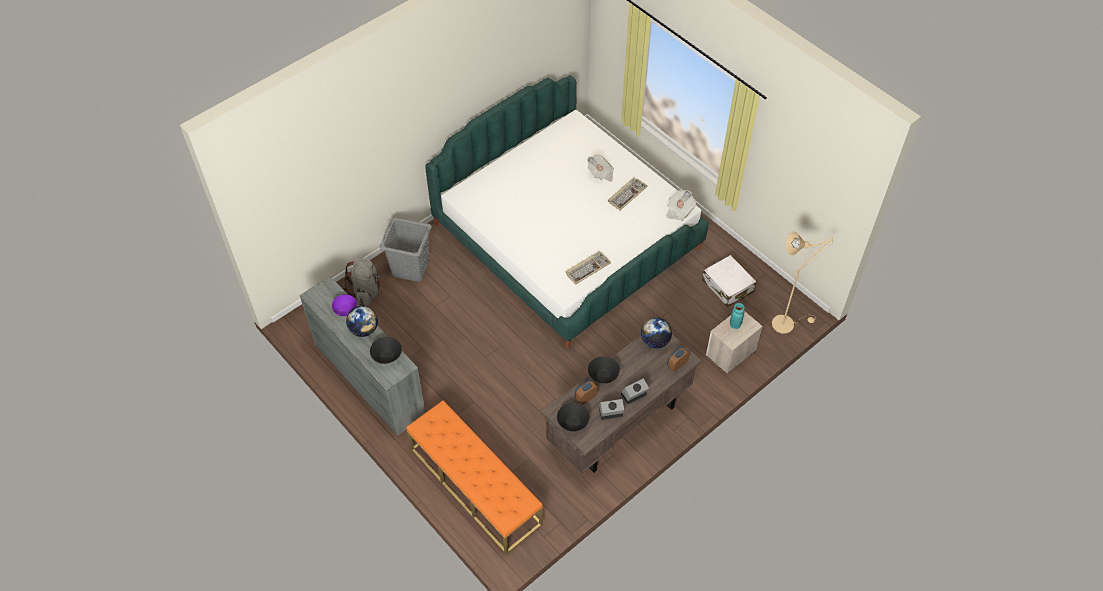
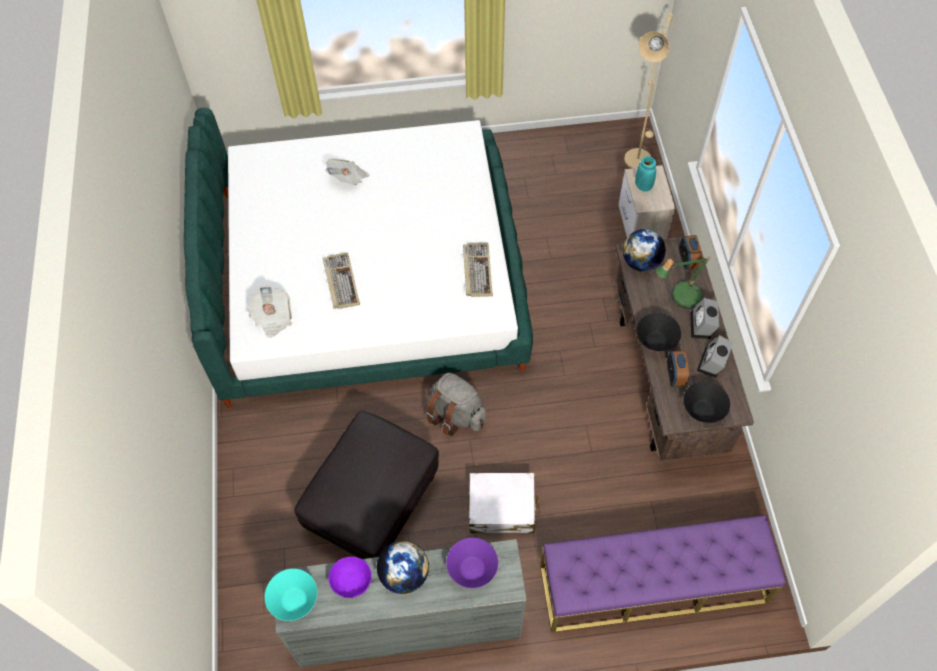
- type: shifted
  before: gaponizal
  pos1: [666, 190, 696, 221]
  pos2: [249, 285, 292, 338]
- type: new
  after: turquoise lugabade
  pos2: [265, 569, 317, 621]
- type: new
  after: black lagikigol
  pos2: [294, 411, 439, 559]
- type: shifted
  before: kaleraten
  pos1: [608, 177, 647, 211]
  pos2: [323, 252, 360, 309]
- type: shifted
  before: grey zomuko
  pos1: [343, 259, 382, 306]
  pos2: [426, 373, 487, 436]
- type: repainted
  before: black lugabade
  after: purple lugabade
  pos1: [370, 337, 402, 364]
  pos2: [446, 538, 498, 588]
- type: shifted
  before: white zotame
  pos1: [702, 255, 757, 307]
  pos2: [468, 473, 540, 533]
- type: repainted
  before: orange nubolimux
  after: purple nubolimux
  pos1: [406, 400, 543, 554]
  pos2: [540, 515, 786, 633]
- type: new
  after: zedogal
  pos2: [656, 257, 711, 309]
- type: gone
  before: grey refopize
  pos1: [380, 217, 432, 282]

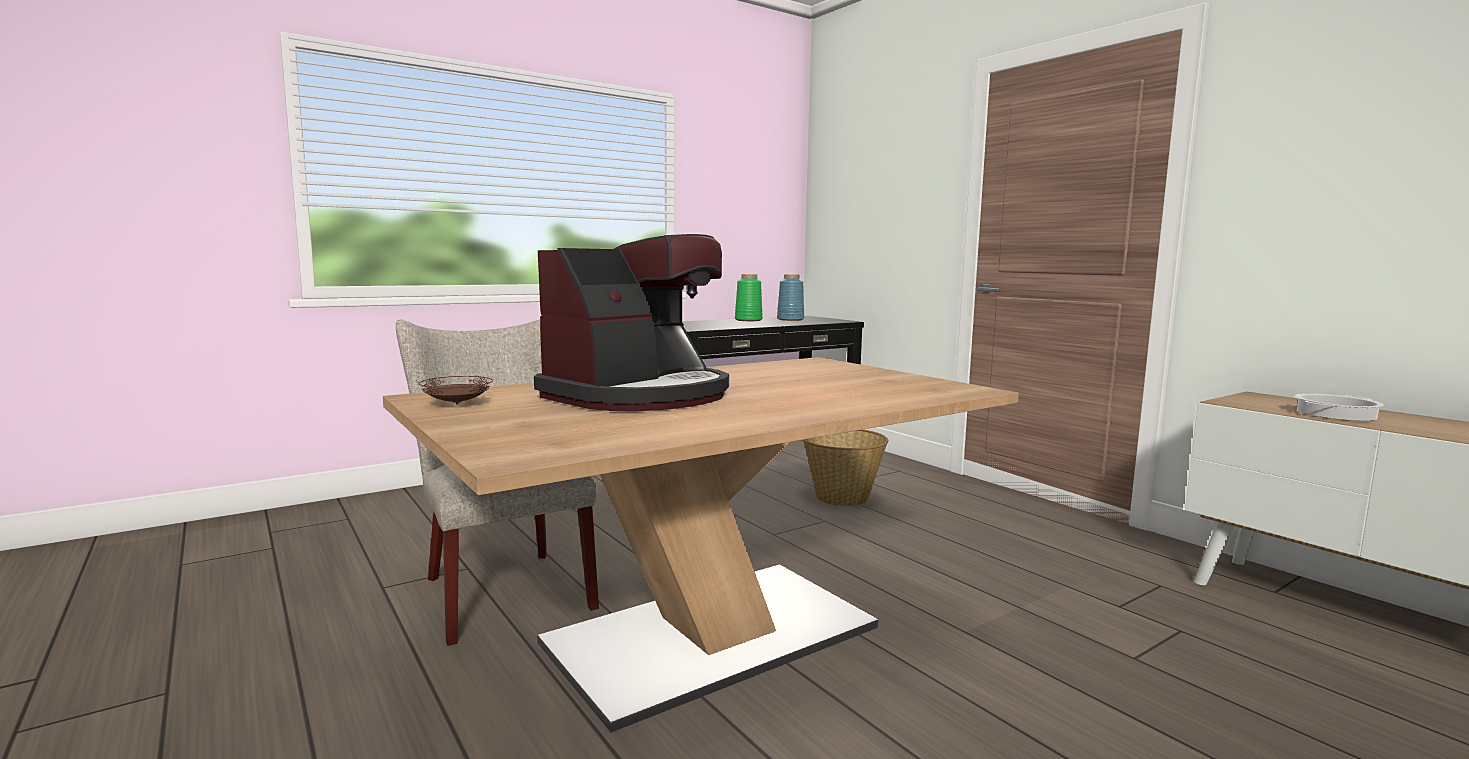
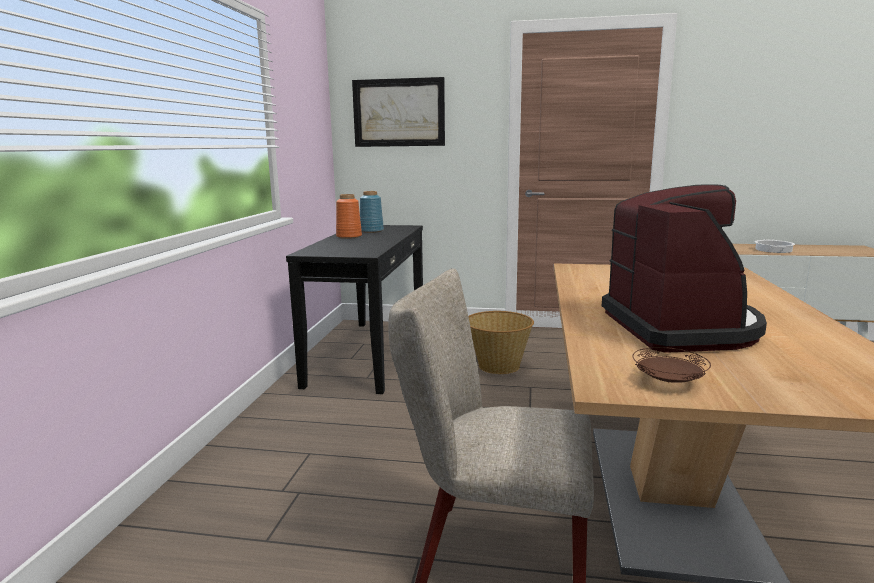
- type: repainted
  before: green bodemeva
  after: orange bodemeva
  pos1: [735, 274, 763, 321]
  pos2: [336, 194, 362, 239]
- type: new
  after: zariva
  pos2: [352, 77, 445, 147]

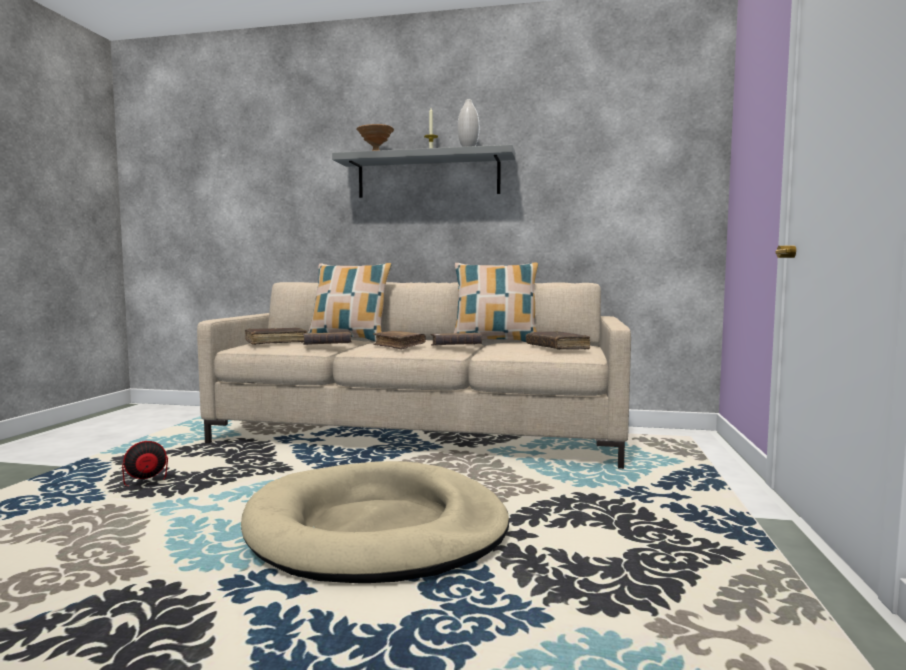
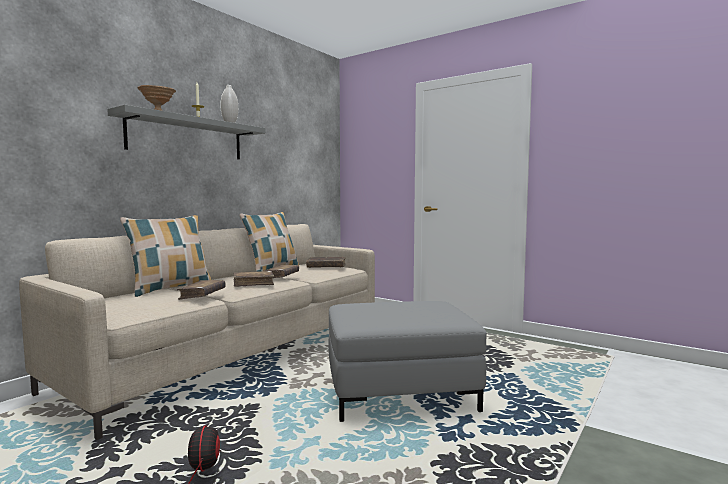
- type: swapped
  before: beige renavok
  after: grey lagikigol
  pos1: [241, 461, 509, 583]
  pos2: [329, 301, 487, 422]
- type: gone
  before: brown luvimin
  pos1: [245, 328, 307, 345]

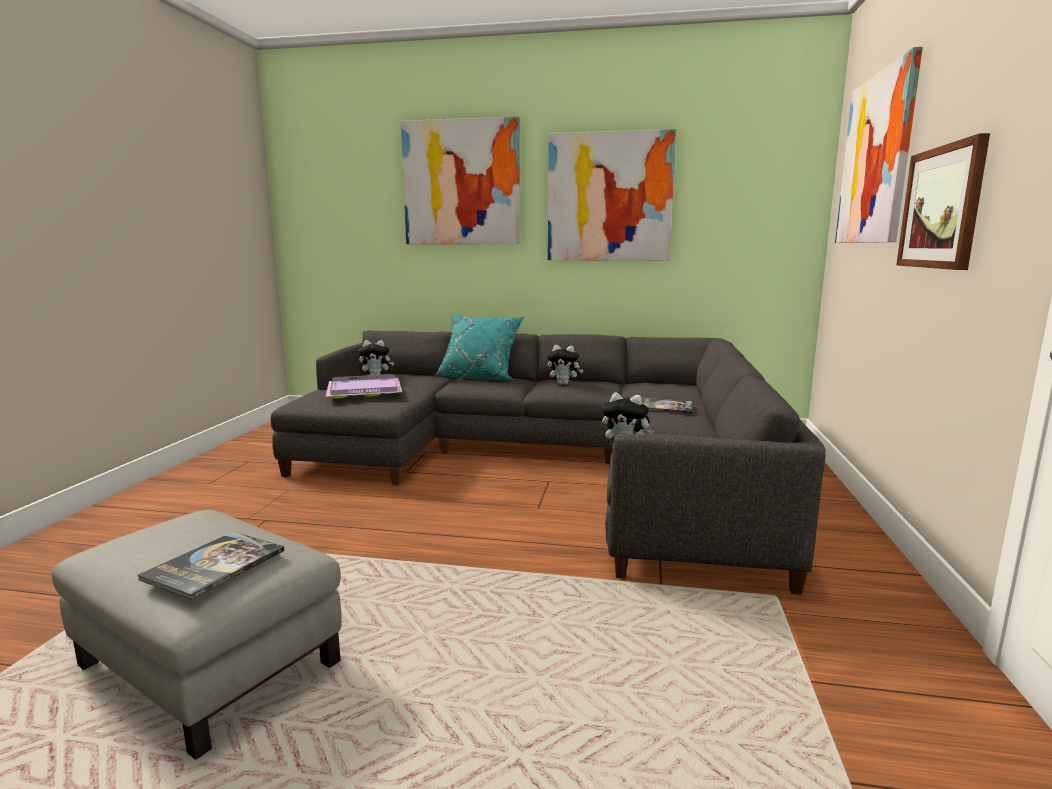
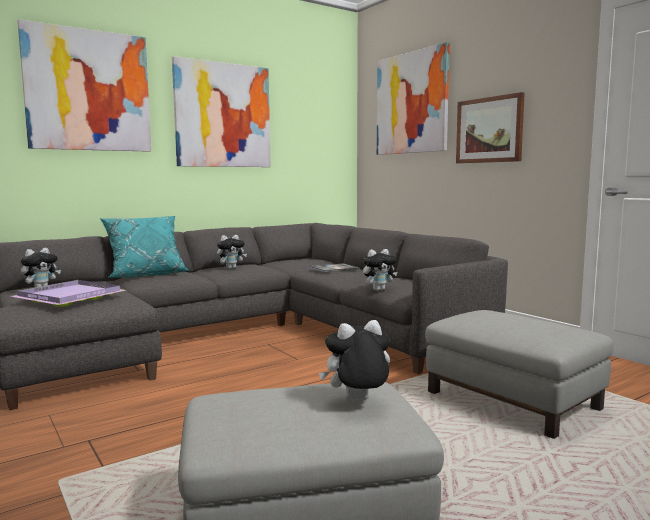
- type: swapped
  before: luvimin
  after: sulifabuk
  pos1: [137, 532, 284, 600]
  pos2: [319, 320, 390, 401]
- type: new
  after: grey lagikigol
  pos2: [425, 310, 614, 439]

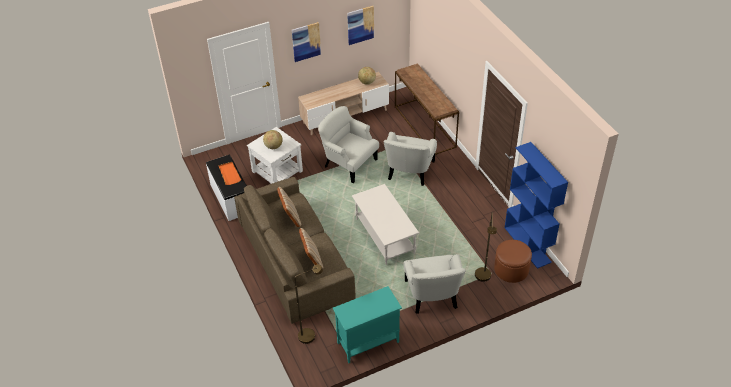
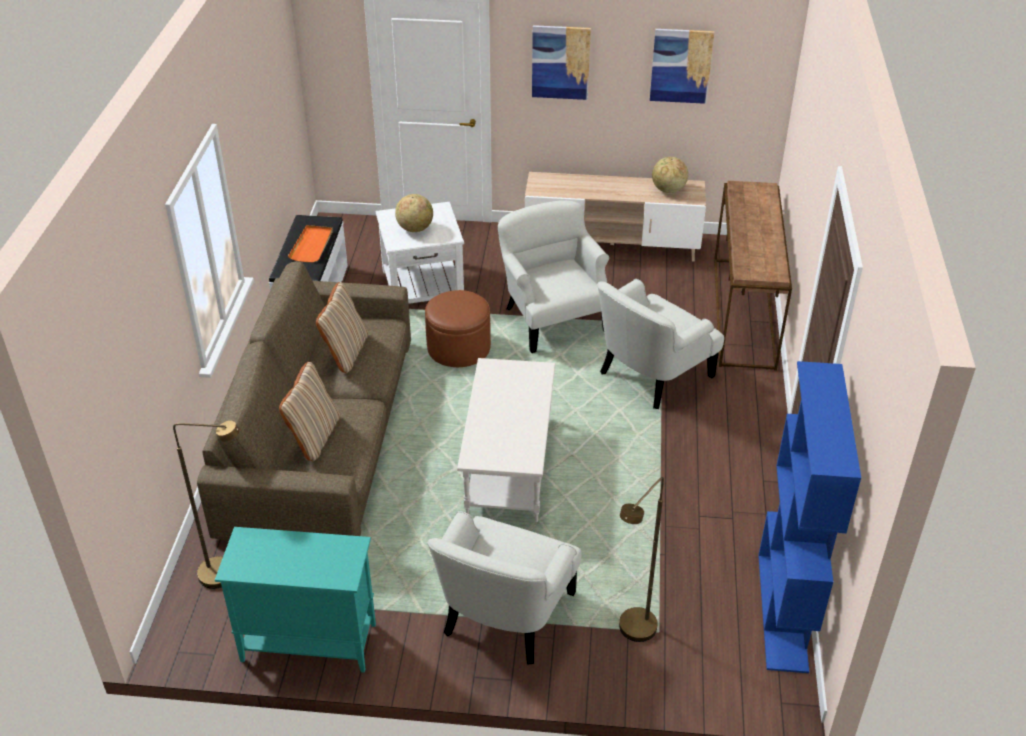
- type: shifted
  before: brown lagikigol
  pos1: [494, 240, 532, 283]
  pos2: [425, 290, 491, 367]

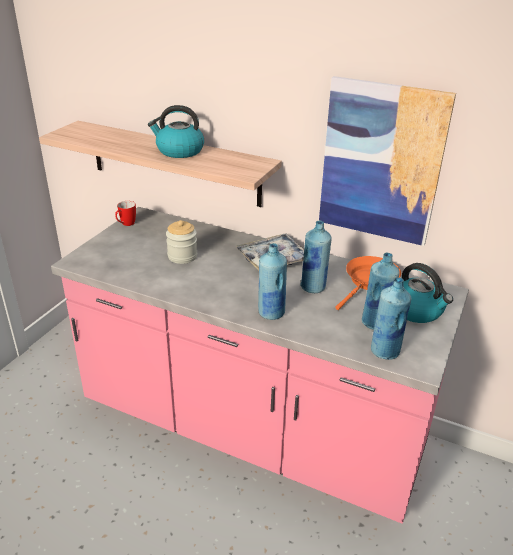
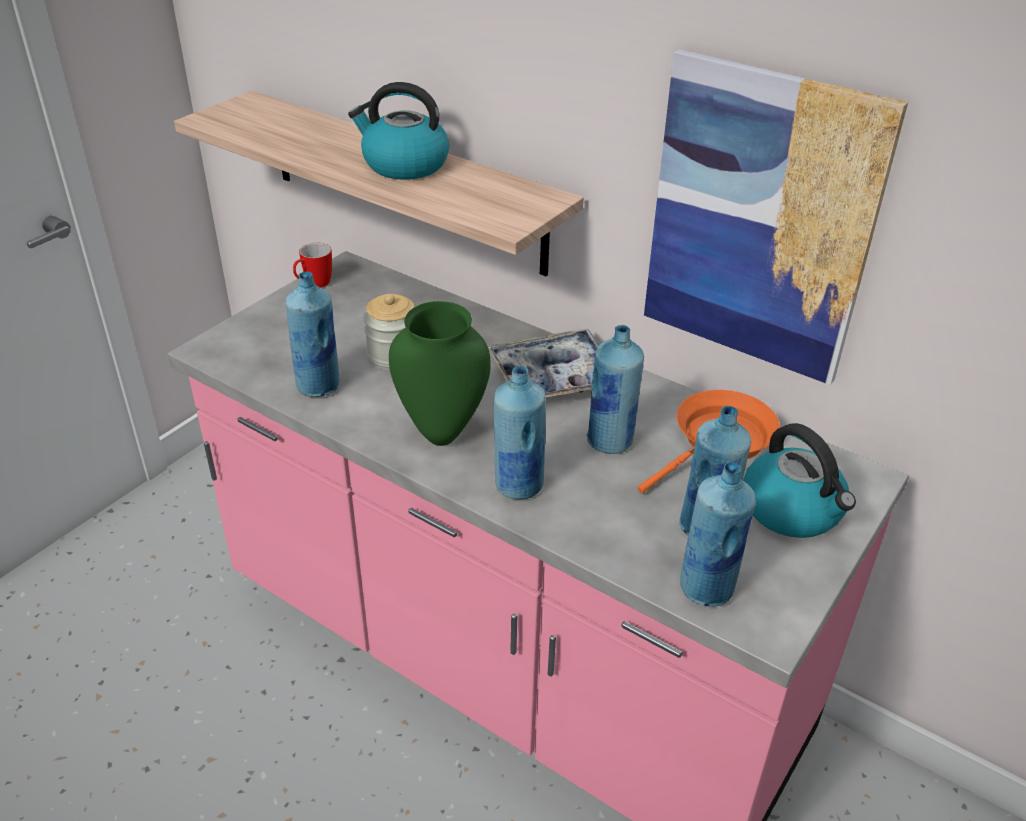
- type: new
  after: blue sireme
  pos2: [285, 272, 339, 397]
- type: new
  after: green bodemeva
  pos2: [389, 301, 491, 446]

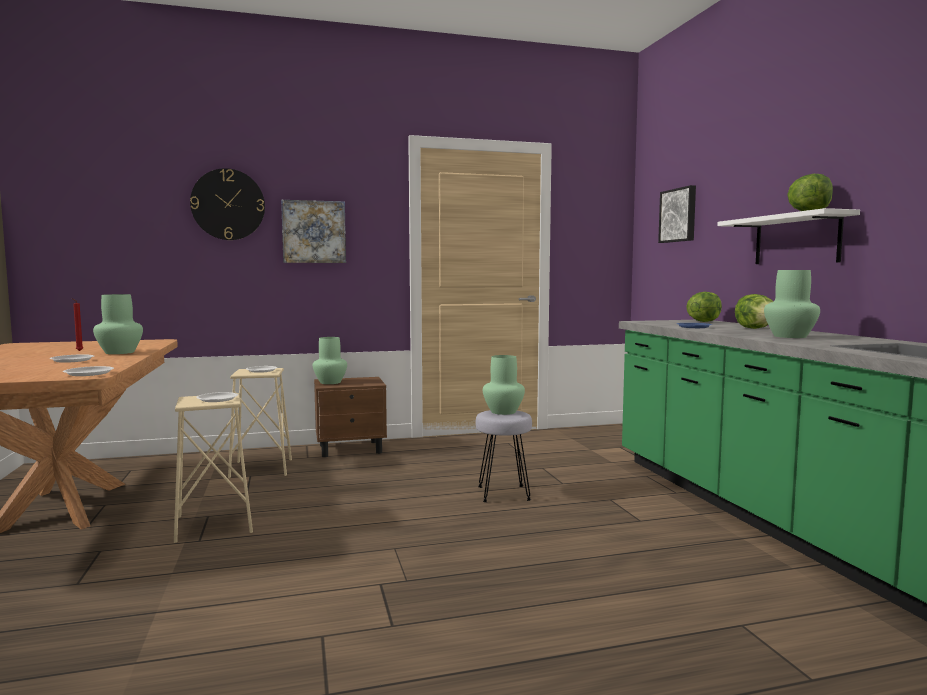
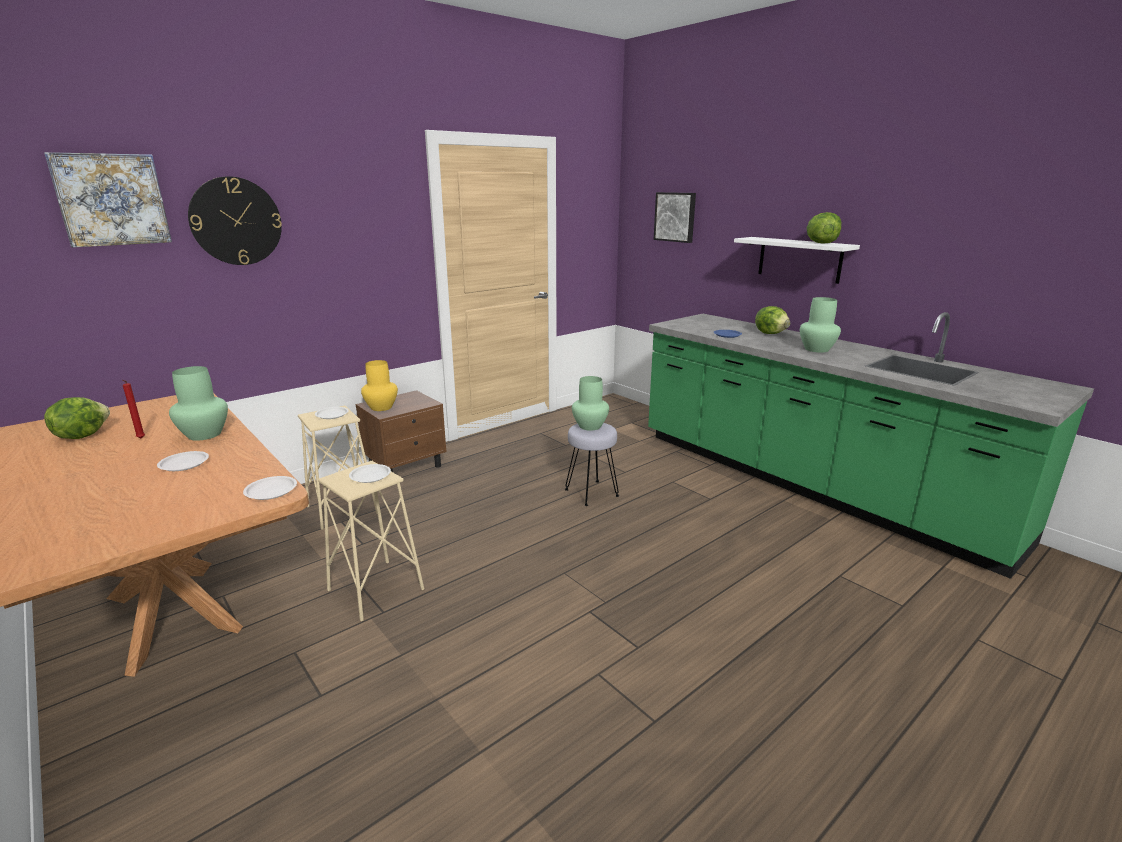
- type: shifted
  before: zariva
  pos1: [281, 200, 346, 263]
  pos2: [44, 152, 172, 247]
- type: shifted
  before: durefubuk
  pos1: [686, 292, 722, 322]
  pos2: [44, 397, 110, 439]
- type: repainted
  before: green bodemeva
  after: yellow bodemeva
  pos1: [313, 337, 347, 384]
  pos2: [361, 360, 398, 411]

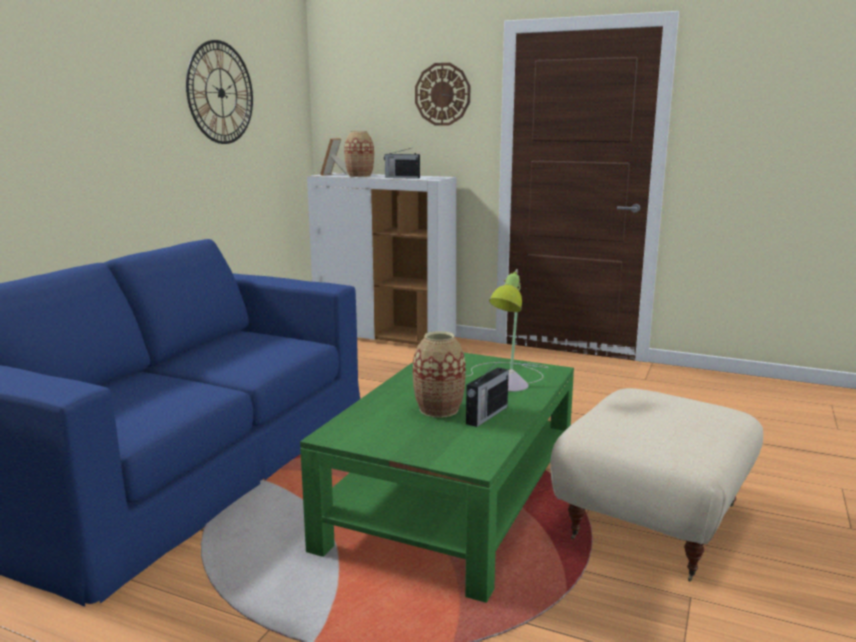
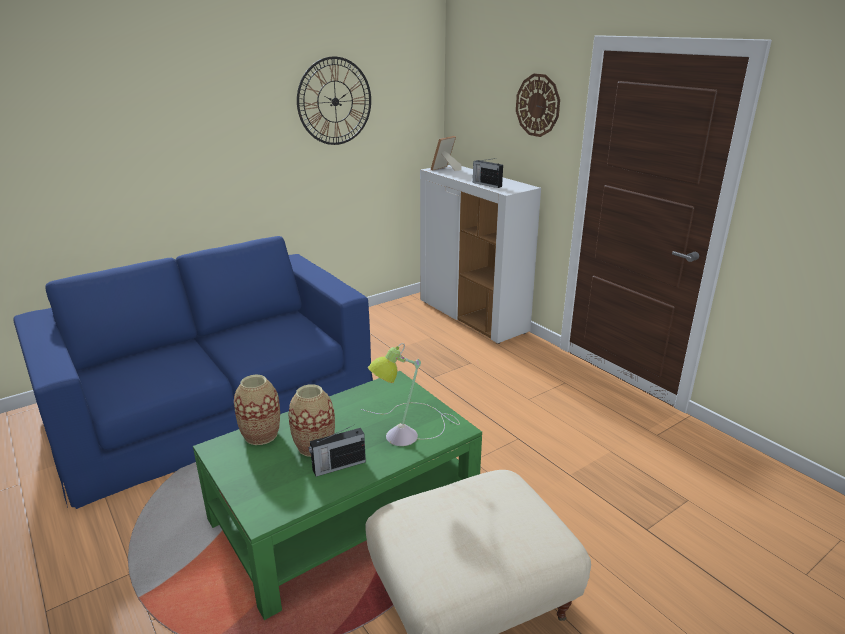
- type: shifted
  before: bodemeva
  pos1: [344, 131, 374, 177]
  pos2: [234, 375, 280, 445]

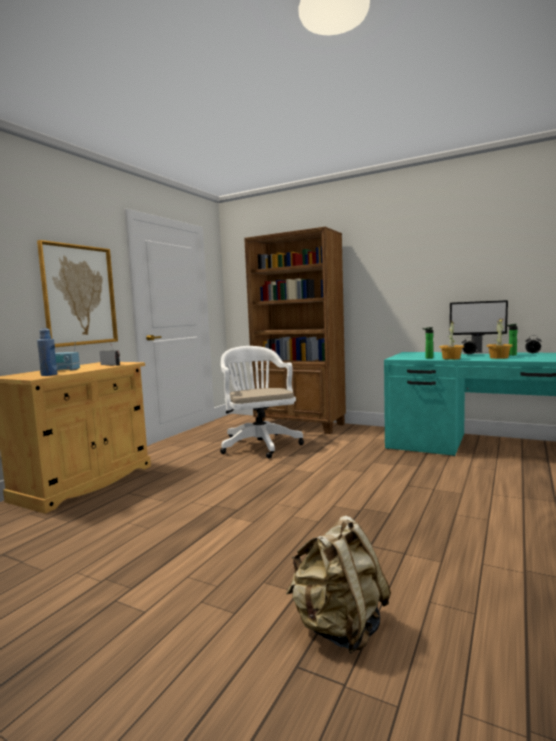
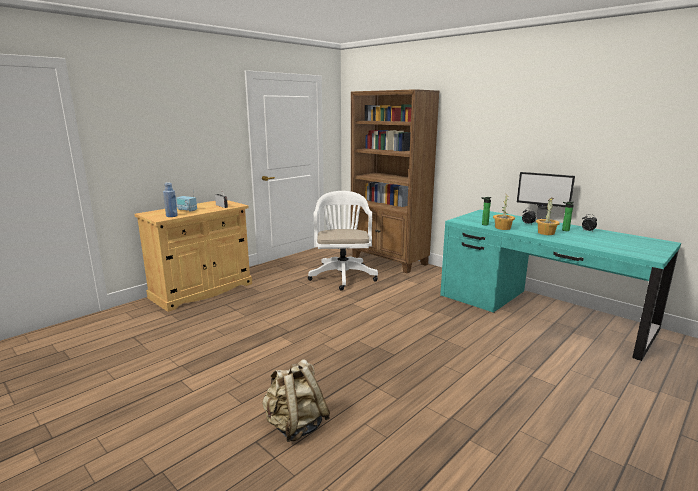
- type: gone
  before: zariva
  pos1: [37, 240, 118, 347]

